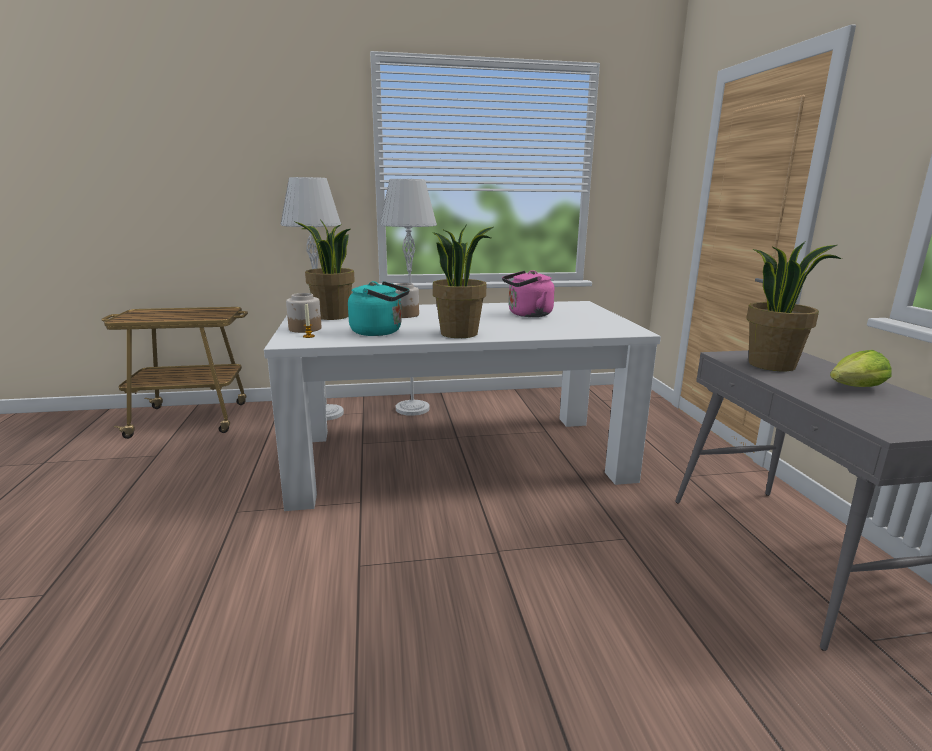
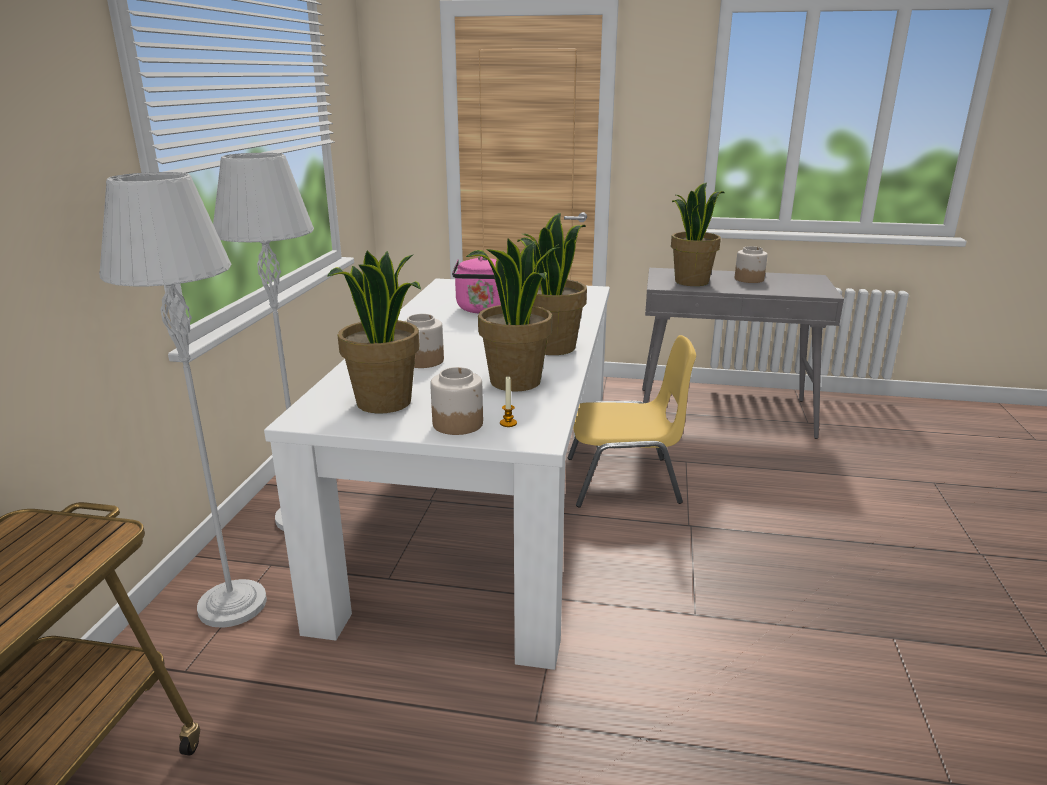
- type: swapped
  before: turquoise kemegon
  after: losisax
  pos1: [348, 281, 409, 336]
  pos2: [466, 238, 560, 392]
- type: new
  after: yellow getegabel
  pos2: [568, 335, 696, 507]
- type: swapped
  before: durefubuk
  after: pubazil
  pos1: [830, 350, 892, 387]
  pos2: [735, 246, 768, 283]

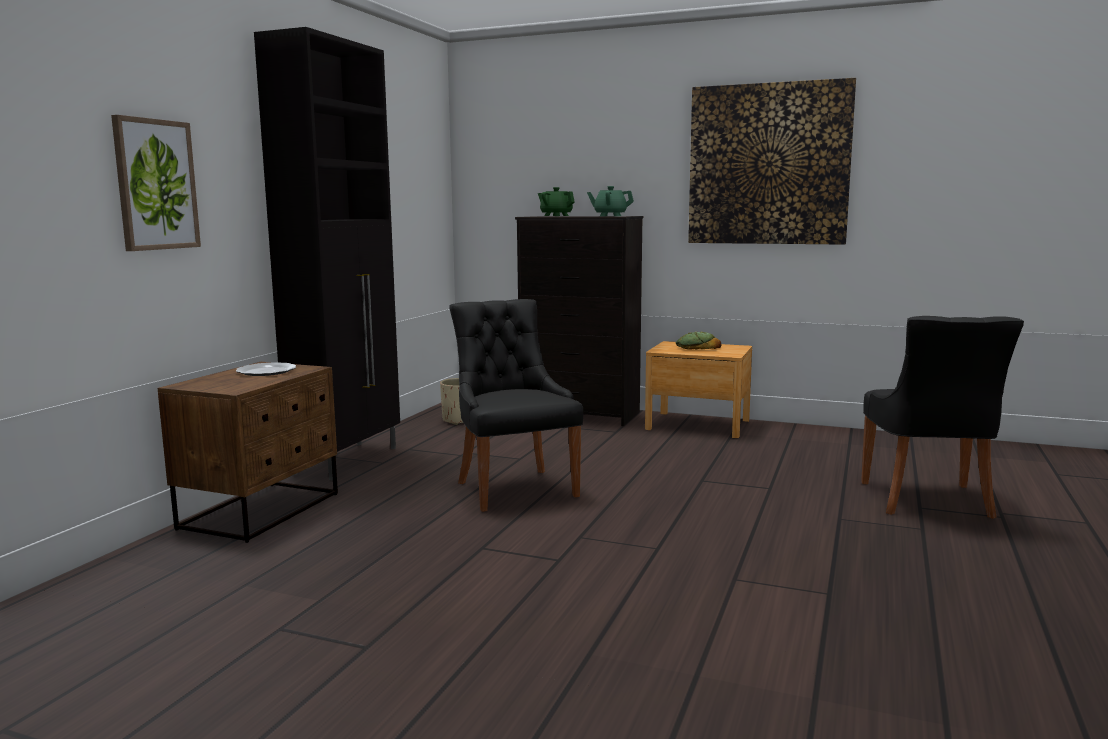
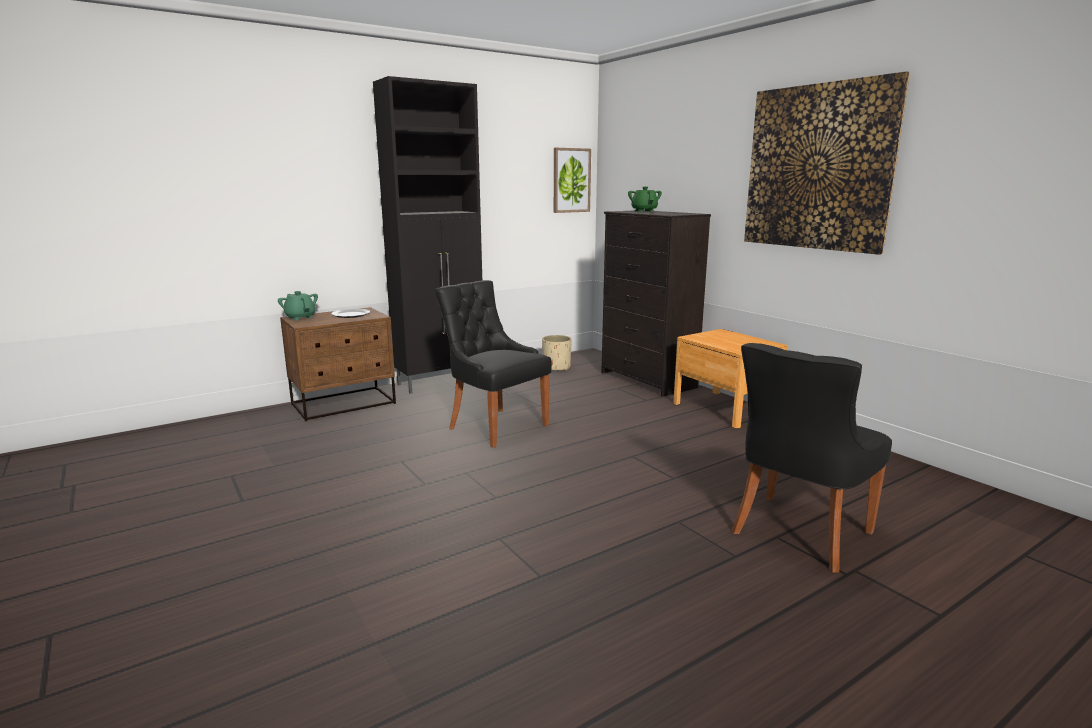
- type: shifted
  before: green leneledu
  pos1: [587, 186, 634, 216]
  pos2: [278, 291, 318, 321]
- type: rotated
  before: black getegabel
  pos1: [449, 299, 583, 512]
  pos2: [435, 280, 552, 448]
  turn: -60
- type: shifted
  before: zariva
  pos1: [111, 115, 201, 251]
  pos2: [554, 148, 591, 213]
- type: gone
  before: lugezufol
  pos1: [676, 332, 722, 350]

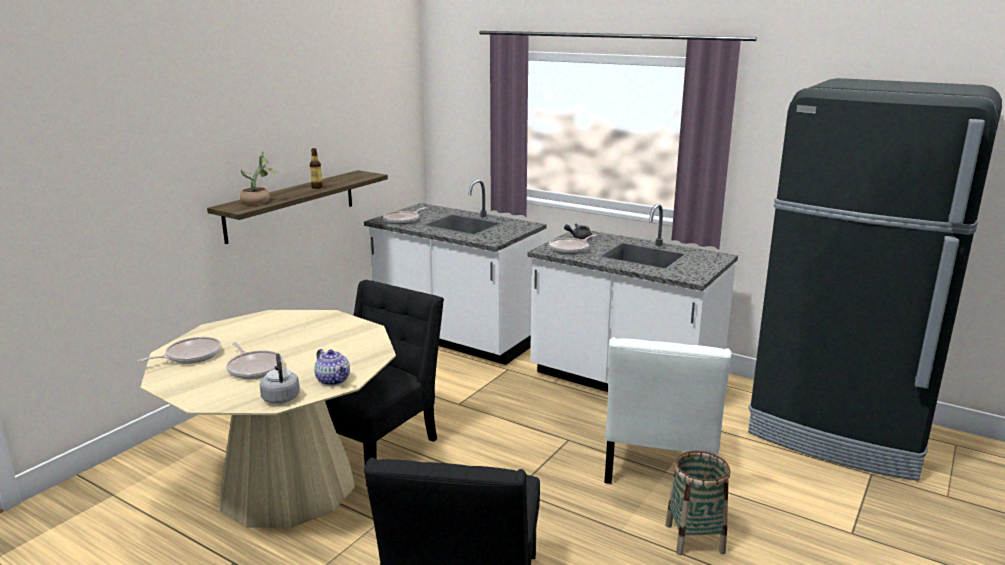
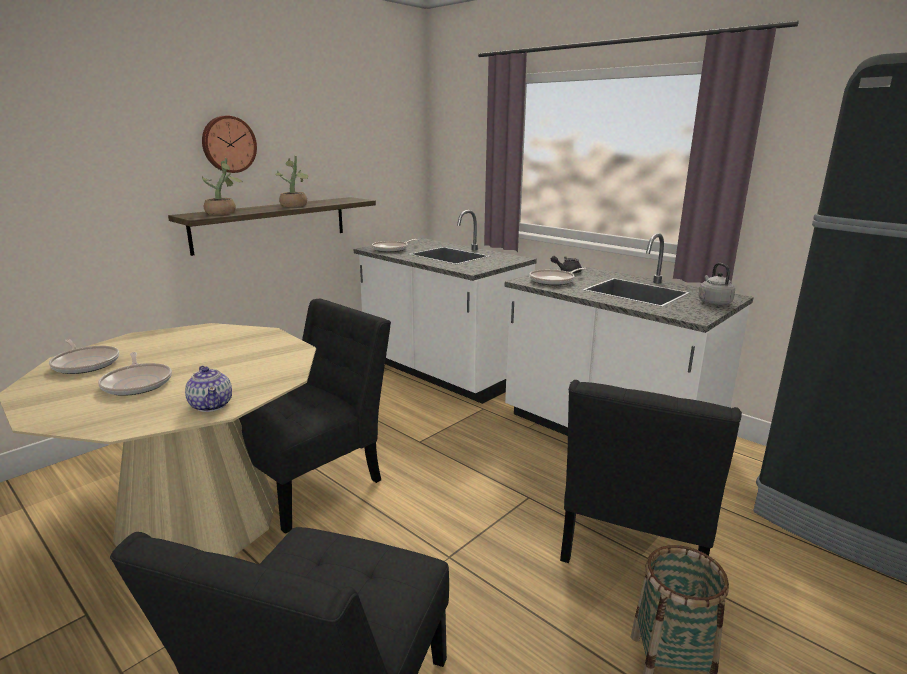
- type: rotated
  before: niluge
  pos1: [137, 337, 221, 364]
  pos2: [49, 339, 119, 374]
  turn: 75
- type: new
  after: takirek
  pos2: [202, 116, 257, 173]
- type: swapped
  before: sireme
  after: losisax
  pos1: [310, 148, 323, 189]
  pos2: [275, 156, 308, 207]
- type: repainted
  before: white getegabel
  after: black getegabel
  pos1: [604, 337, 731, 484]
  pos2: [560, 380, 742, 563]
- type: shifted
  before: grey kemegon
  pos1: [260, 353, 300, 404]
  pos2: [698, 263, 735, 305]

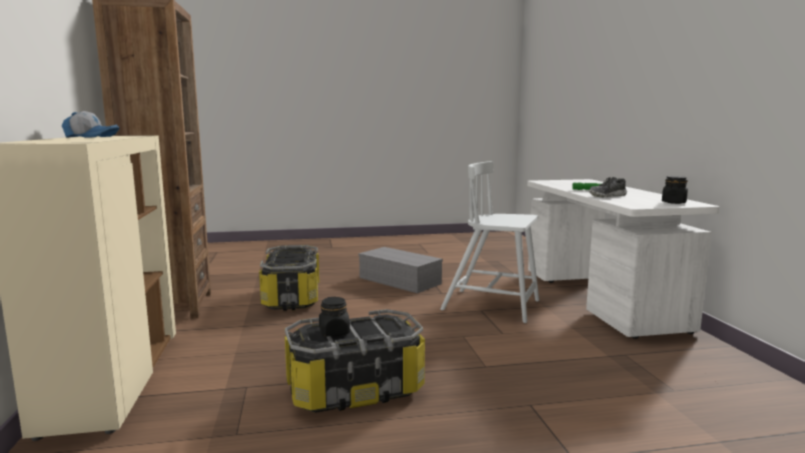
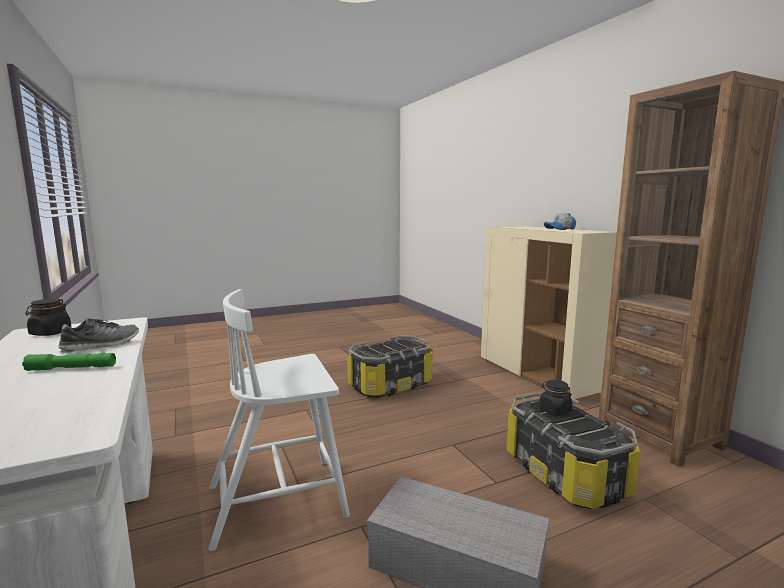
- type: rotated
  before: white getegabel
  pos1: [440, 161, 539, 323]
  pos2: [209, 289, 350, 551]
  turn: 150
- type: shifted
  before: black pubazil
  pos1: [319, 297, 350, 336]
  pos2: [539, 380, 572, 416]

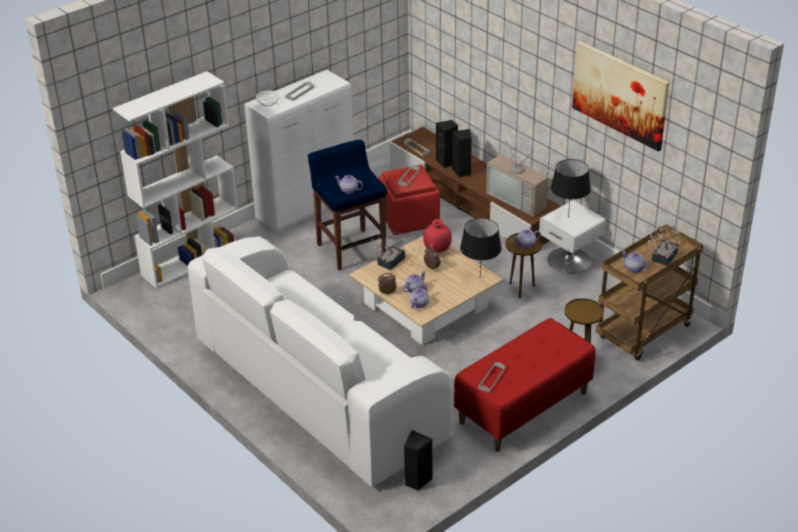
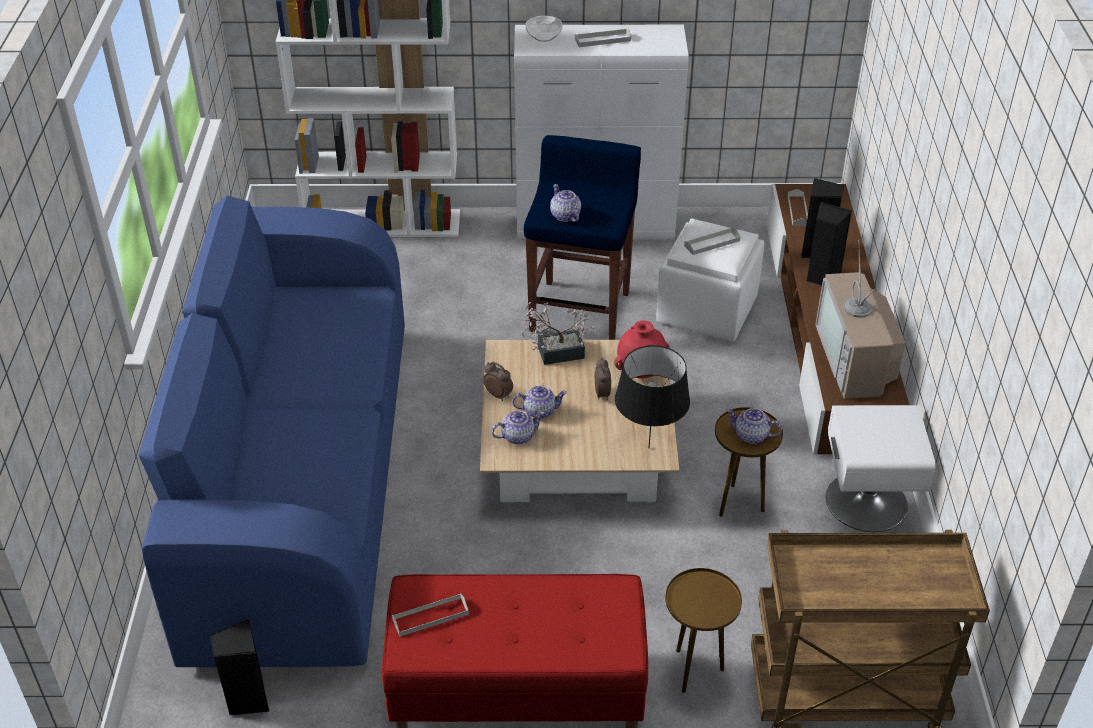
- type: repainted
  before: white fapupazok
  after: blue fapupazok
  pos1: [188, 236, 453, 487]
  pos2: [139, 196, 405, 667]
- type: repainted
  before: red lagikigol
  after: white lagikigol
  pos1: [378, 165, 440, 235]
  pos2: [656, 218, 764, 342]
- type: gone
  before: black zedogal
  pos1: [551, 159, 591, 218]
- type: gone
  before: zariva
  pos1: [572, 41, 669, 152]
- type: gone
  before: leneledu
  pos1: [622, 250, 649, 273]
- type: gone
  before: losisax
  pos1: [648, 225, 681, 266]

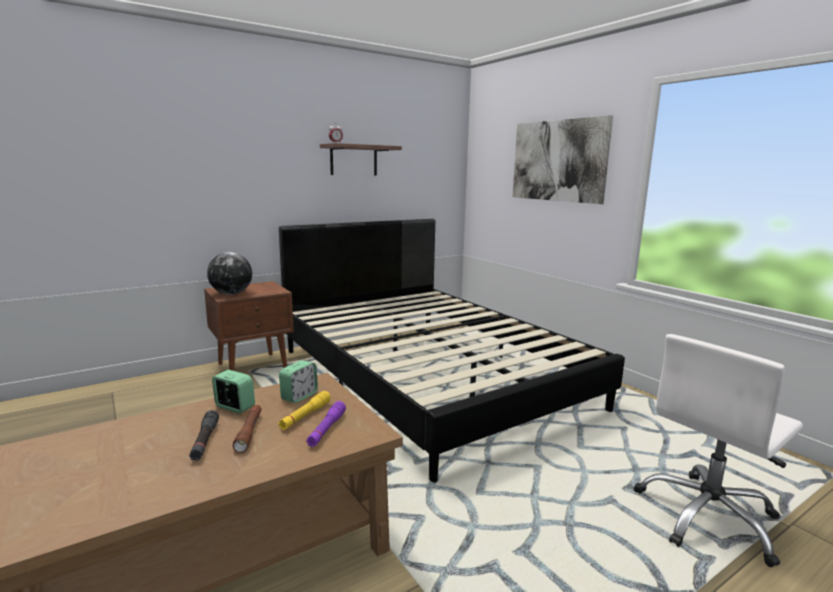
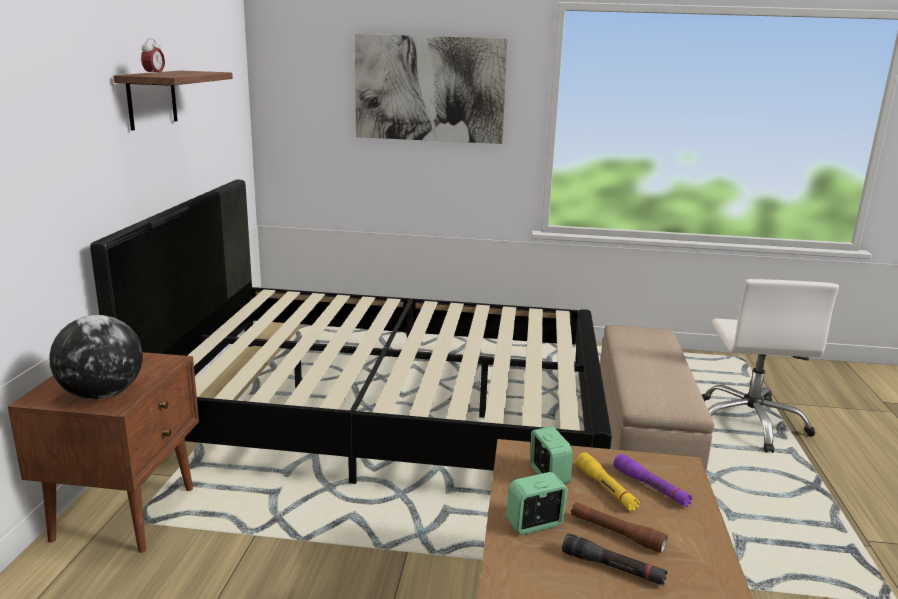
- type: new
  after: beige lagikigol
  pos2: [600, 325, 714, 472]

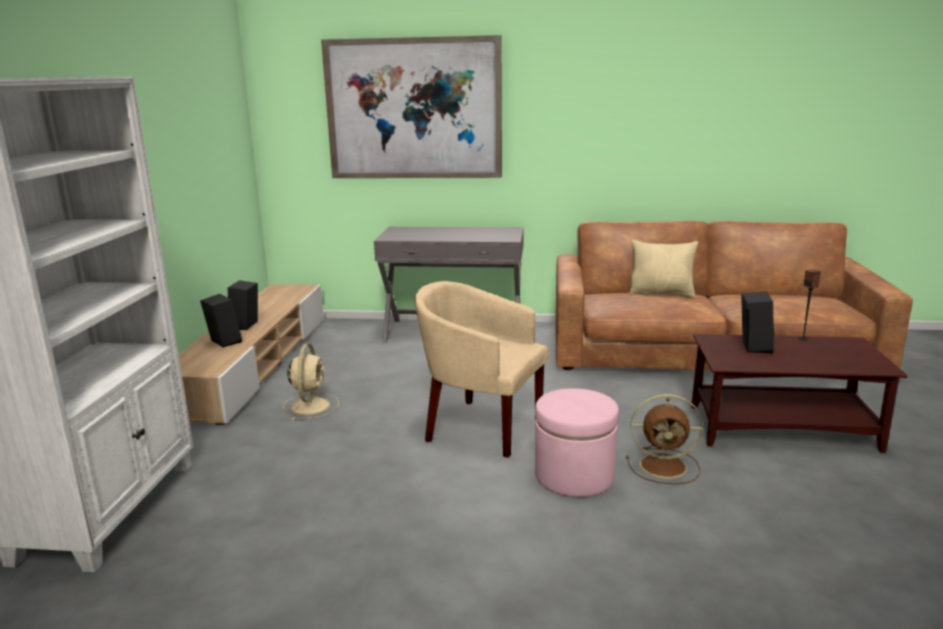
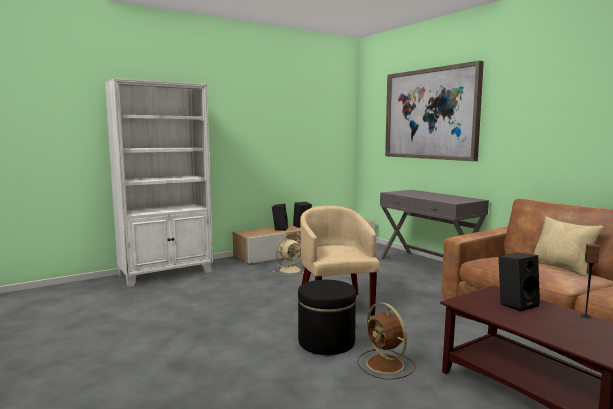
- type: repainted
  before: pink lagikigol
  after: black lagikigol
  pos1: [535, 388, 619, 497]
  pos2: [298, 280, 356, 355]

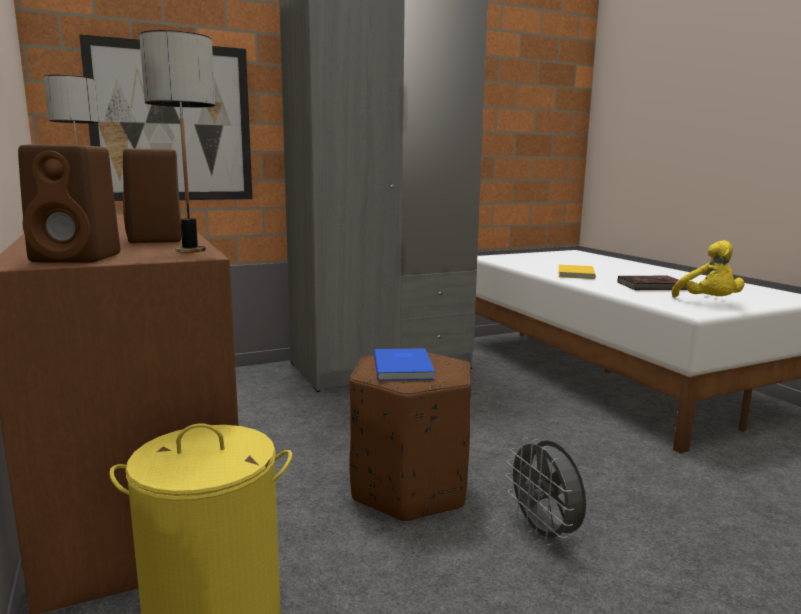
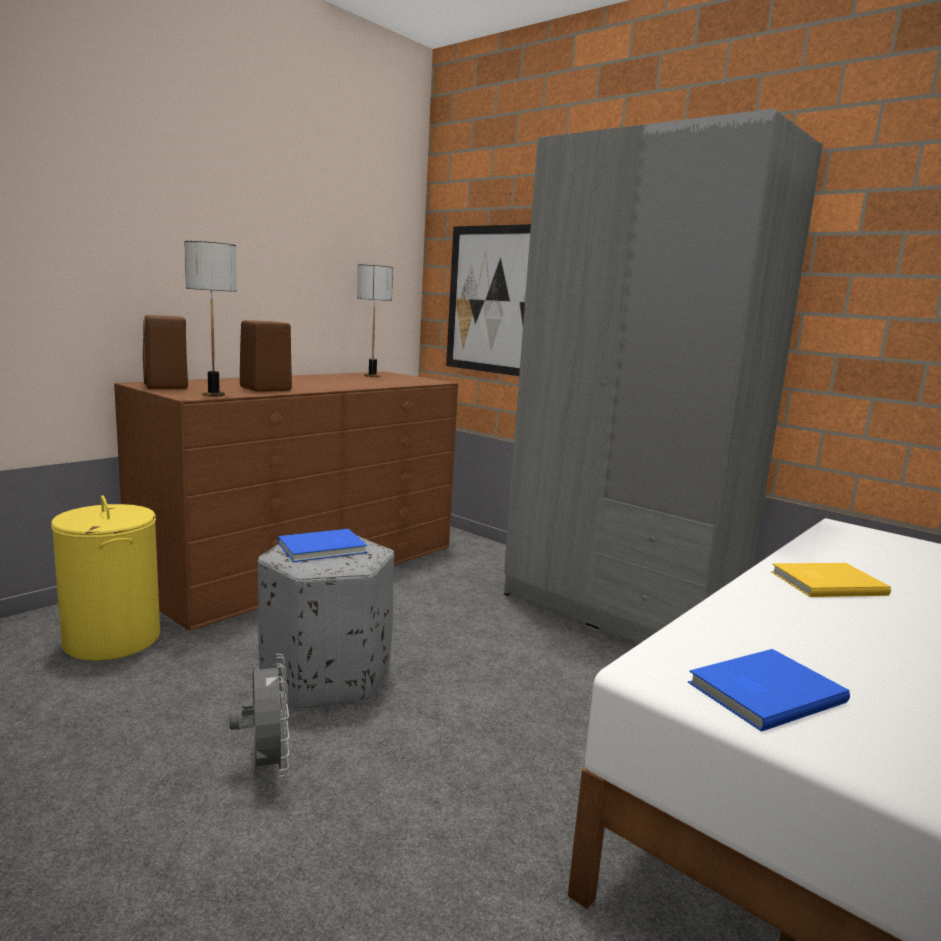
- type: rotated
  before: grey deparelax
  pos1: [505, 437, 586, 546]
  pos2: [229, 654, 290, 777]
  turn: 120
- type: repainted
  before: brown lagikigol
  after: grey lagikigol
  pos1: [349, 352, 471, 522]
  pos2: [258, 535, 394, 710]
- type: swapped
  before: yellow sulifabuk
  after: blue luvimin
  pos1: [672, 240, 744, 298]
  pos2: [688, 649, 850, 732]
- type: gone
  before: brown luvimin
  pos1: [618, 276, 687, 290]

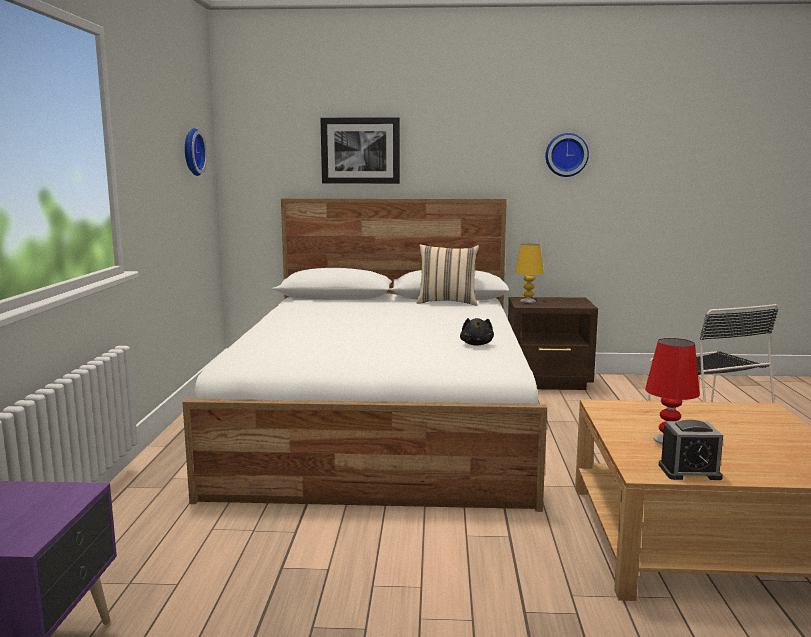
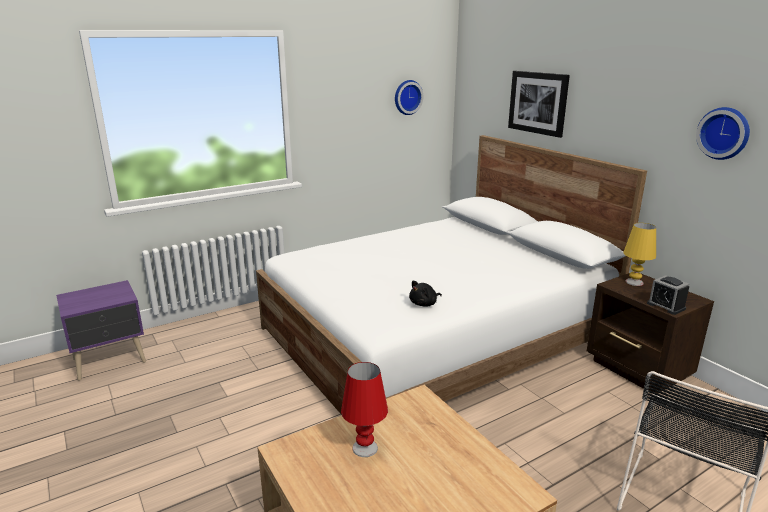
- type: shifted
  before: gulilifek
  pos1: [659, 420, 723, 480]
  pos2: [647, 276, 690, 315]
- type: gone
  before: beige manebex
  pos1: [416, 245, 479, 305]

